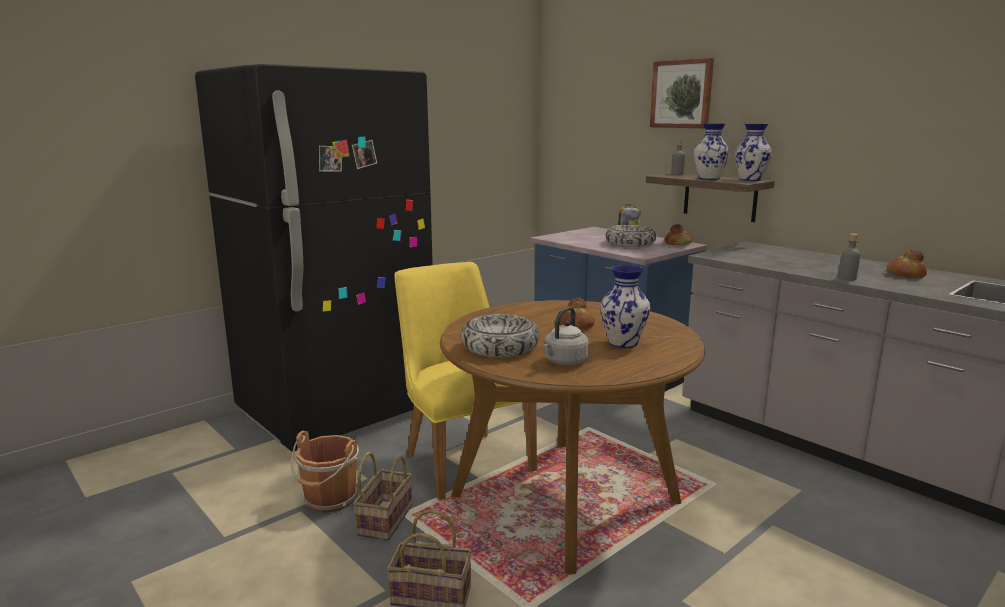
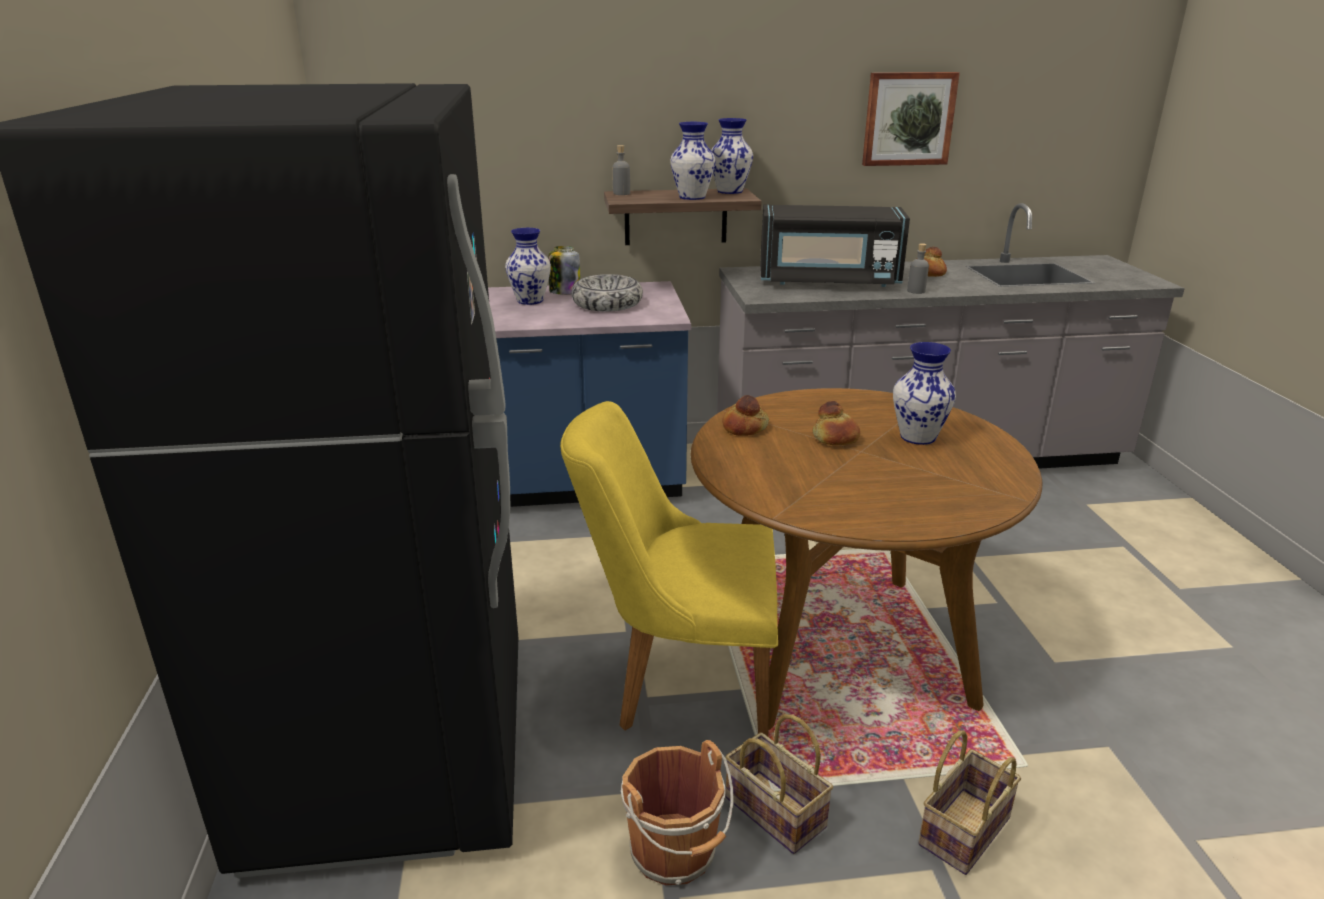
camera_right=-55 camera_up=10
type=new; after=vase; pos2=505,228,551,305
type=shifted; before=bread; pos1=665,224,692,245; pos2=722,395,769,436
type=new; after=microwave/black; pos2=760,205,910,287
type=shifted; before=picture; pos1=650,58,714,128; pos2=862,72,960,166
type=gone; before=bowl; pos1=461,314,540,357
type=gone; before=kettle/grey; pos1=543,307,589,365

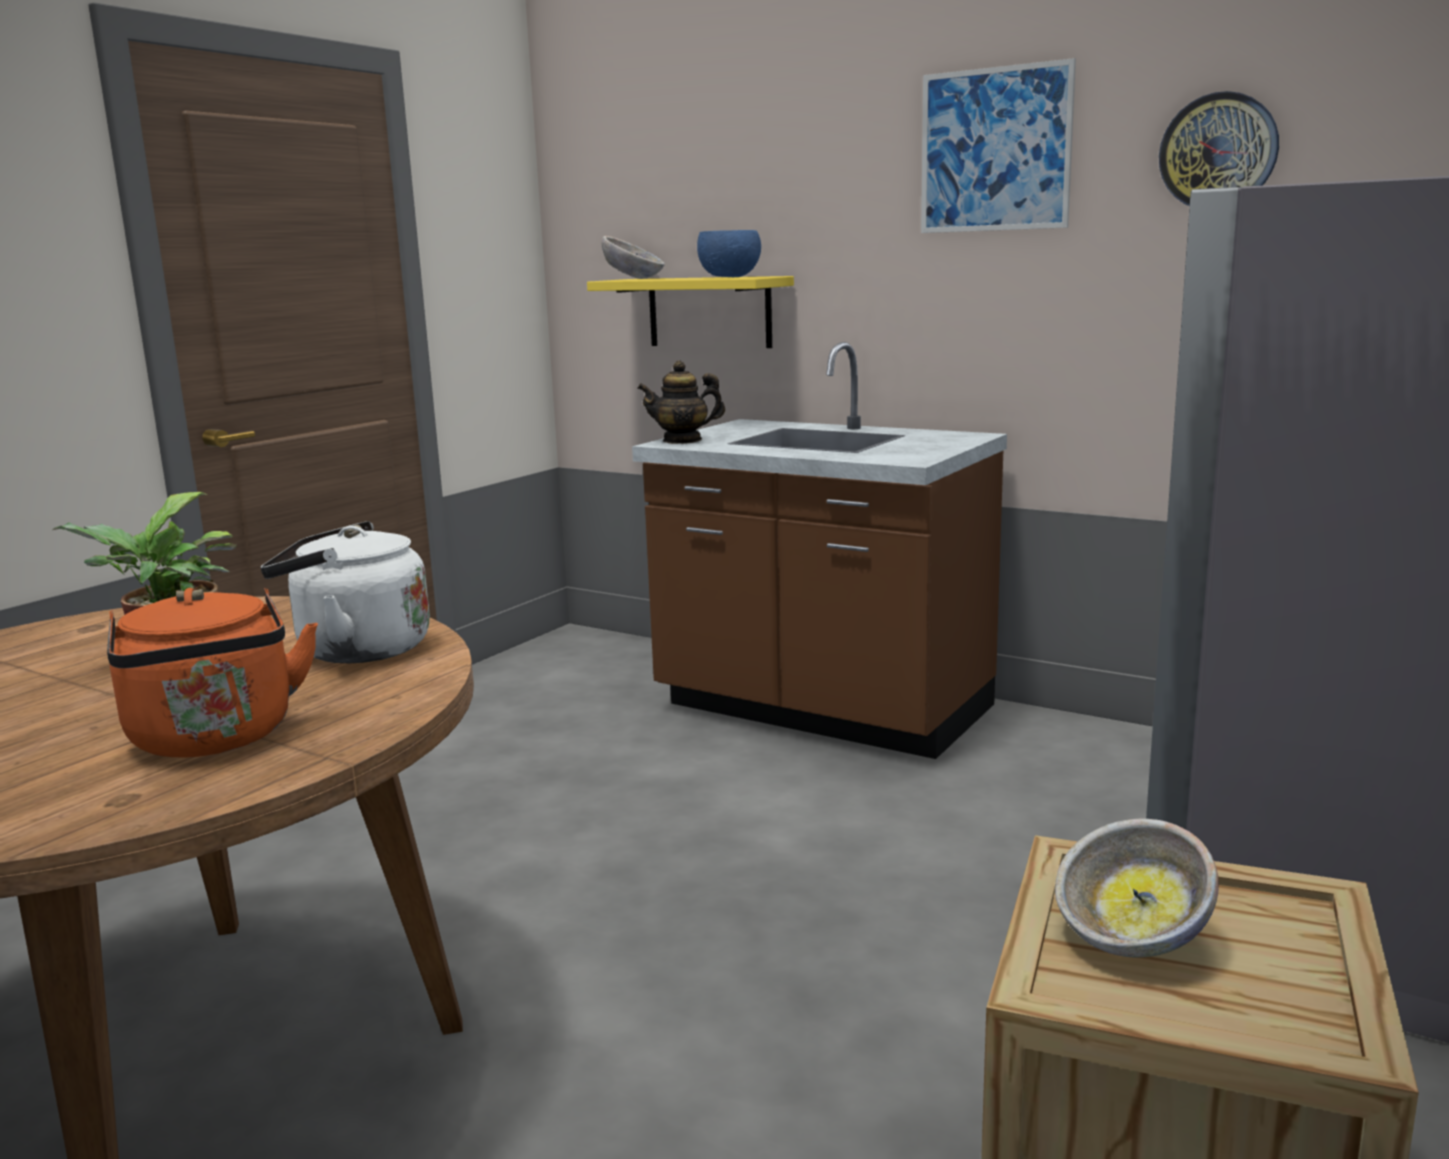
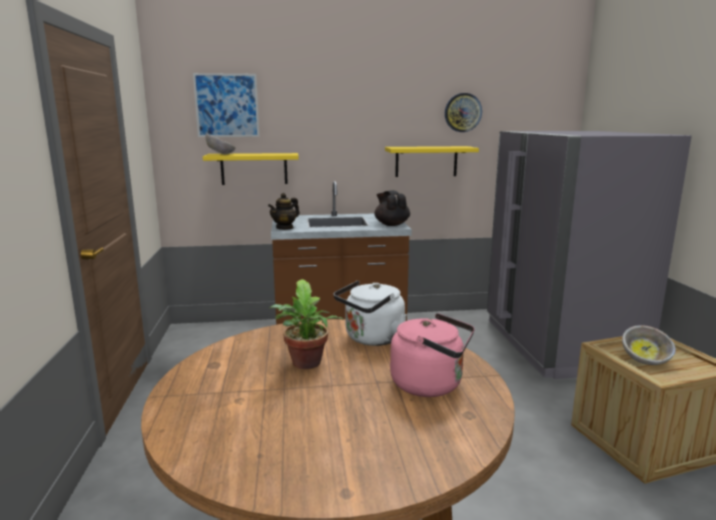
camera_right=-40 camera_up=0
type=shifted; before=picture; pos1=921,58,1076,233; pos2=193,73,259,137
type=new; after=teapot/black; pos2=375,190,410,226
type=new; after=shelf/yellow; pos2=385,146,479,177
type=repainted; before=kettle/orange; after=kettle/pink; pos1=107,588,318,758; pos2=390,313,475,397
type=gone; before=bowl/blue; pos1=697,230,761,277

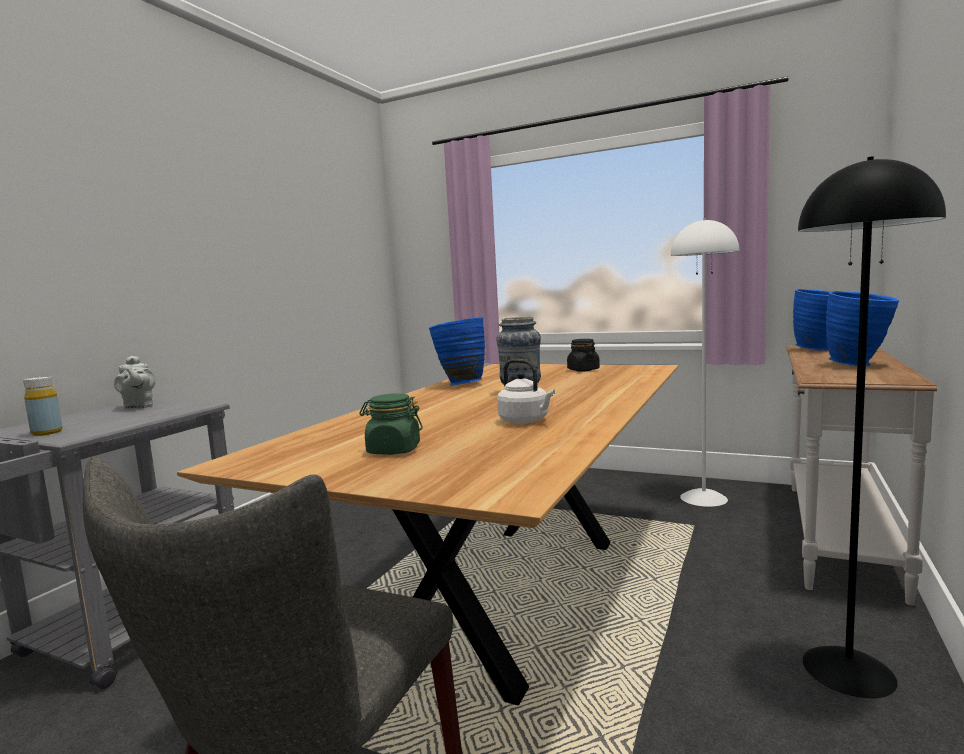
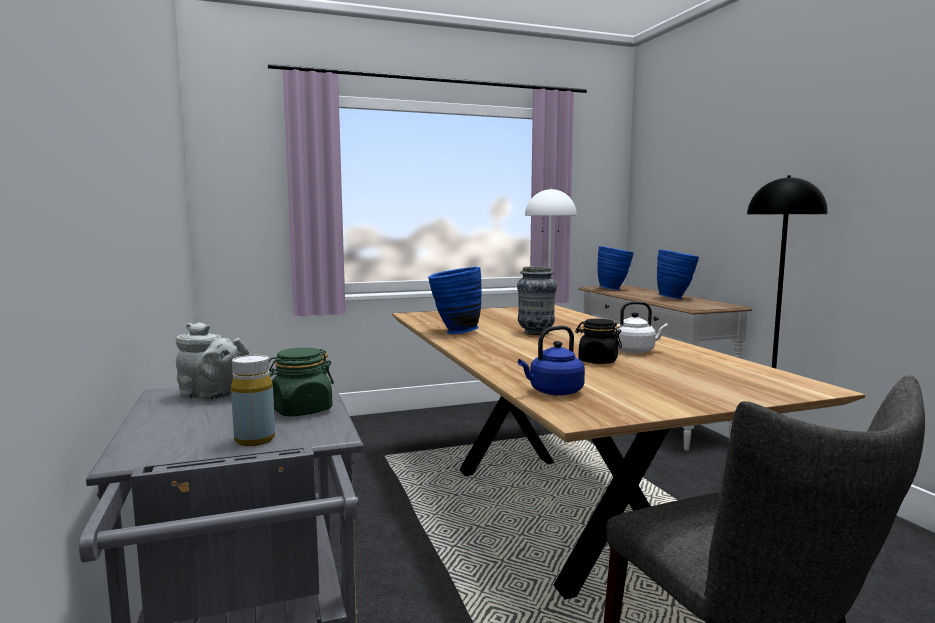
camera_right=-45 camera_up=0
type=shifted; before=jar/green; pos1=359,394,423,455; pos2=269,348,334,417
type=new; after=kettle/blue; pos2=518,326,585,396
type=shifted; before=jar/black; pos1=567,339,600,371; pos2=575,319,622,364

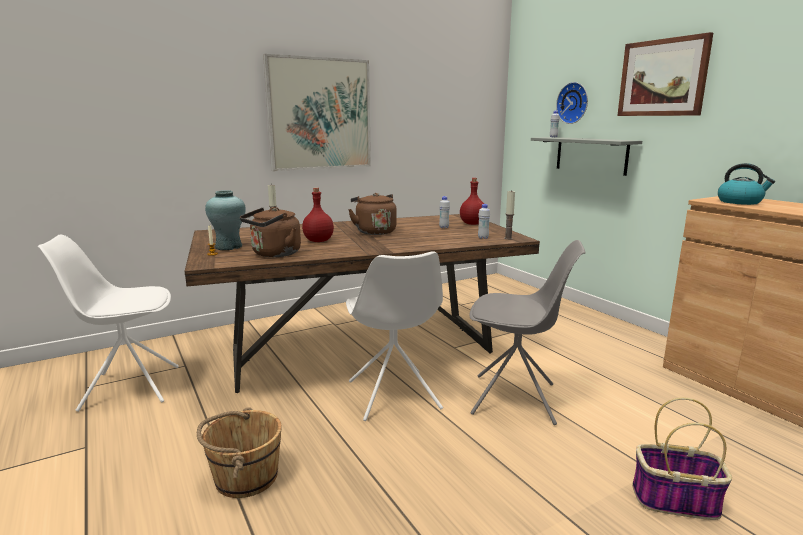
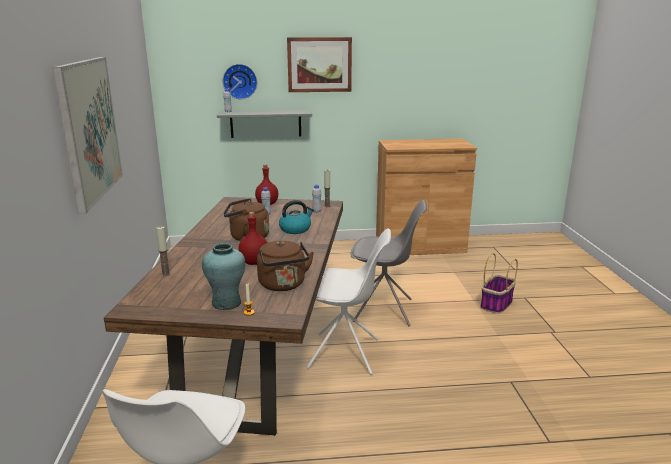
camera_right=-65 camera_up=5
type=shifted; before=kettle; pos1=718,163,775,205; pos2=279,200,314,234
type=rotated; before=chair/grey; pos1=469,240,586,425; pos2=350,200,427,326; turn=60
type=gone; before=bucket/brown; pos1=197,407,282,498

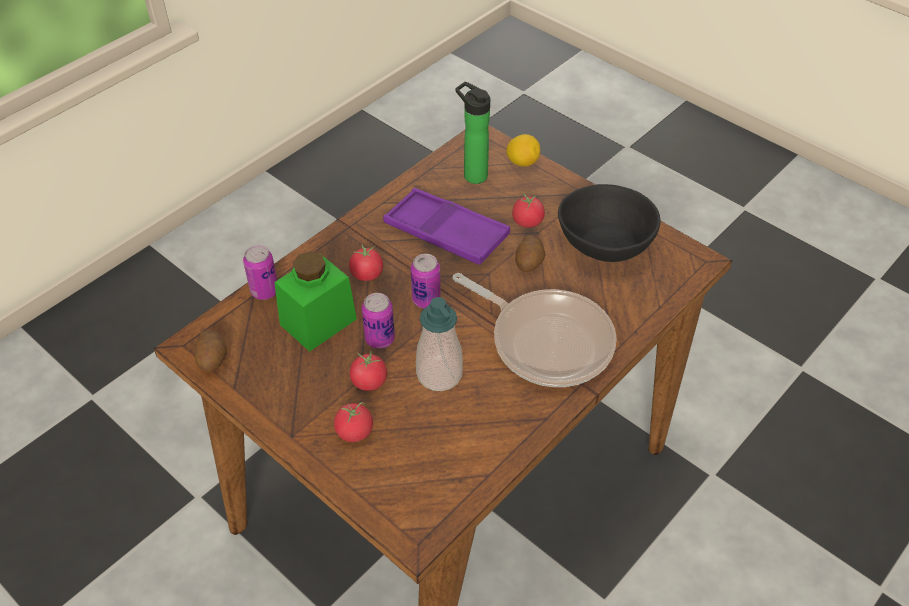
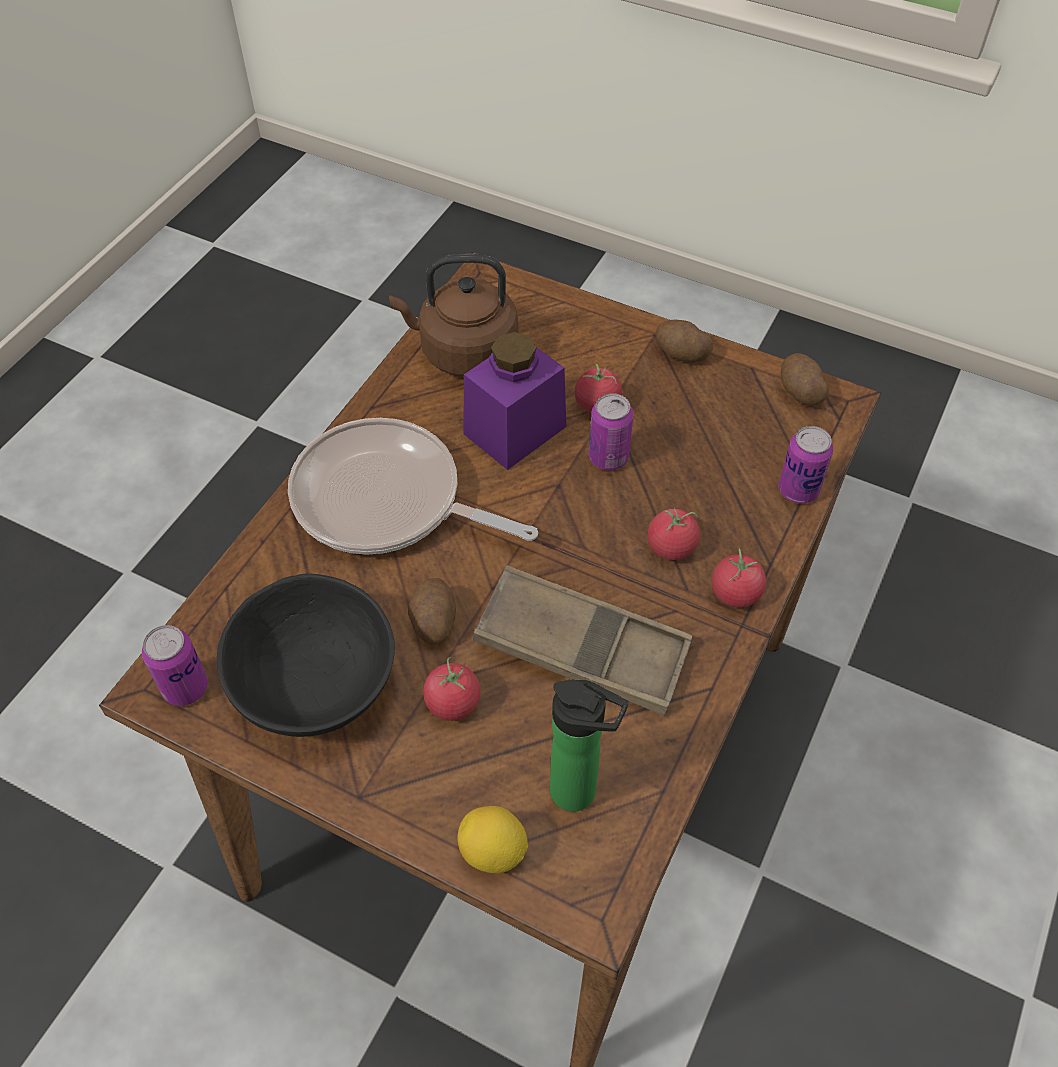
camera_right=165 camera_up=5
type=shifted; before=can; pos1=411,254,441,308; pos2=142,625,208,706
type=new; after=kettle/brown; pos2=389,254,518,377
type=swapped; before=soap dispenser; after=jar/purple; pos1=416,297,463,391; pos2=463,332,566,470
type=repainted; before=tray/purple; after=tray/brown; pos1=383,188,510,265; pos2=473,565,693,716
type=new; after=potato; pos2=655,320,713,362
type=shifted; before=tomato; pos1=334,402,373,442; pos2=712,548,766,607
type=gone; before=jar/green; pos1=274,252,357,352

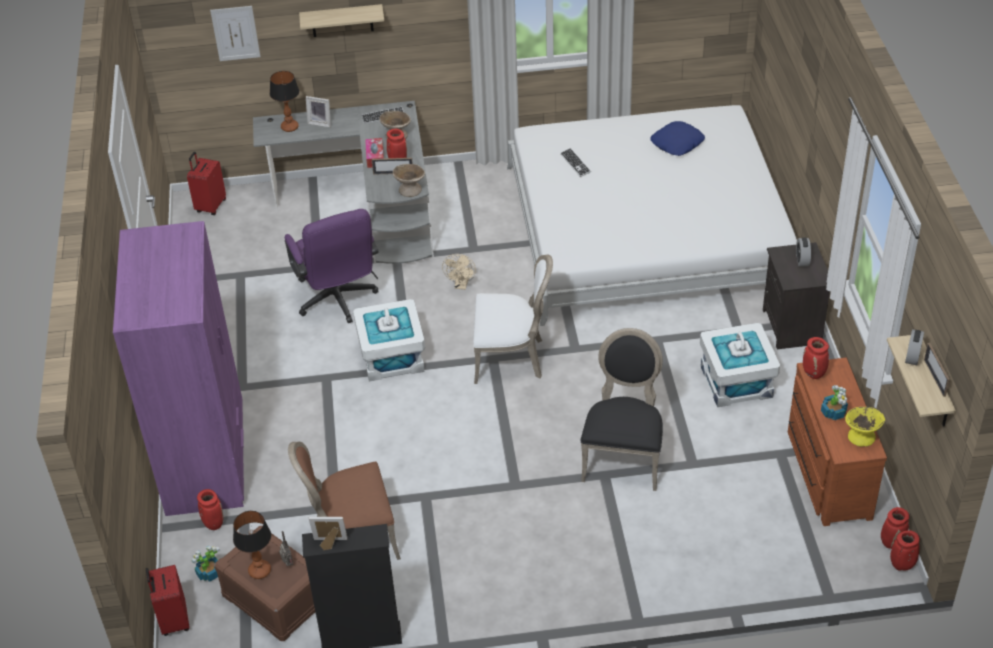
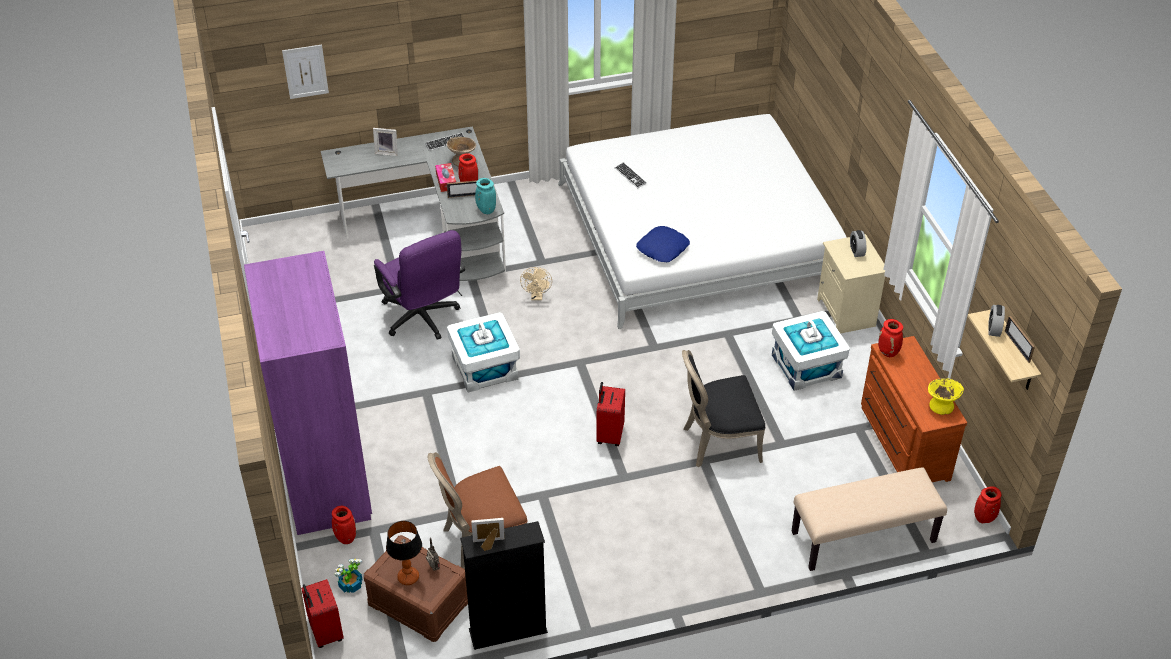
camera_right=-10 camera_up=0
type=swapped; before=bowl/beige; after=vase/turquoise; pos1=393,164,425,197; pos2=475,178,496,214
type=shifted; before=suitcase/red; pos1=187,152,226,215; pos2=596,382,625,446
type=shifted; before=pillow/blue; pos1=650,121,705,156; pos2=636,226,690,263
type=rotated; before=chair/black; pos1=581,328,663,491; pos2=682,350,765,468; turn=-105
type=new; after=bench/beige; pos2=792,467,947,571
type=repainted; before=nightstand/black; after=nightstand/beige; pos1=763,242,830,349; pos2=817,234,885,334
type=gone; before=table lamp; pos1=270,71,299,132
type=gone; before=shelf; pos1=299,4,384,37
type=gone; before=chair/white; pos1=473,254,553,384
type=gone; before=potted plant; pos1=821,385,848,420
type=gone; before=vase/red; pos1=881,507,909,549

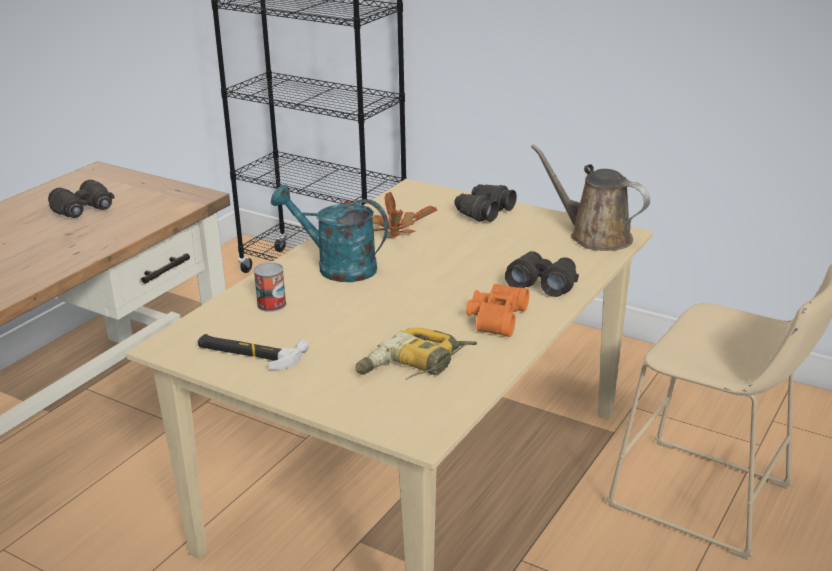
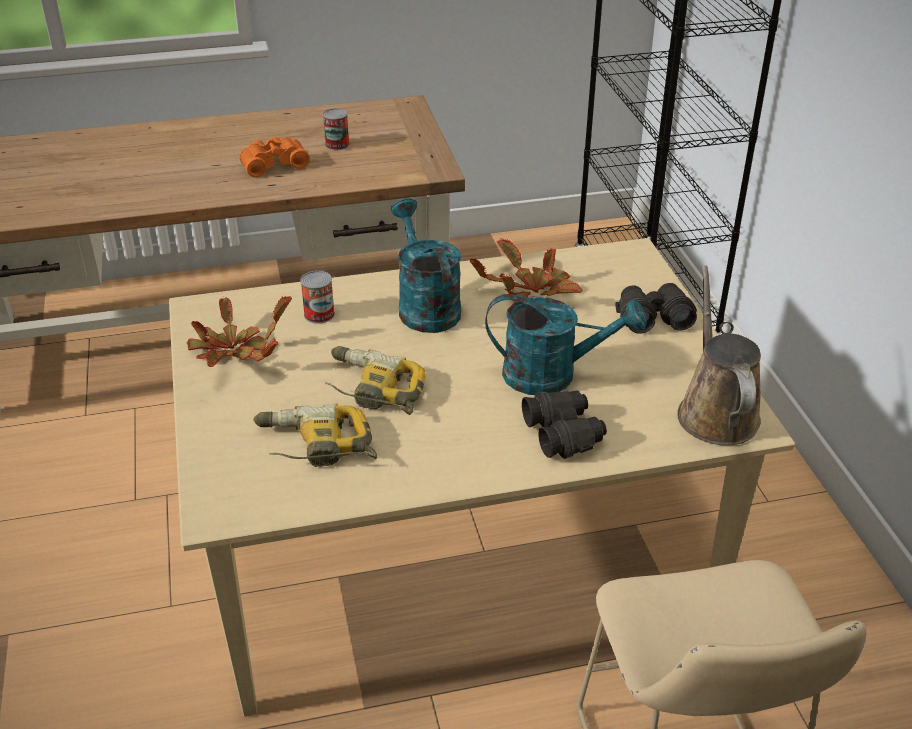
camera_right=45 camera_up=10
type=swapped; before=hammer; after=potted plant; pos1=198,334,309,370; pos2=187,296,292,367
type=shifted; before=binoculars/orange; pos1=466,284,529,337; pos2=239,137,310,178
type=swapped; before=binoculars/black; after=can; pos1=48,180,114,218; pos2=323,108,350,150
type=new; after=power drill; pos2=325,346,426,415
type=new; after=watering can/turquoise; pos2=485,294,647,395

